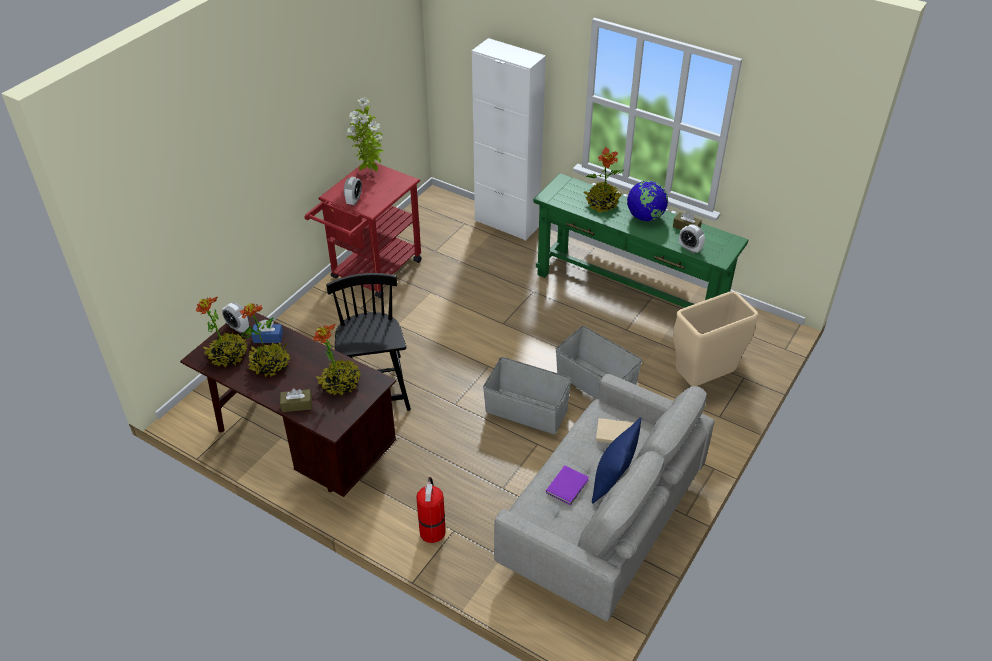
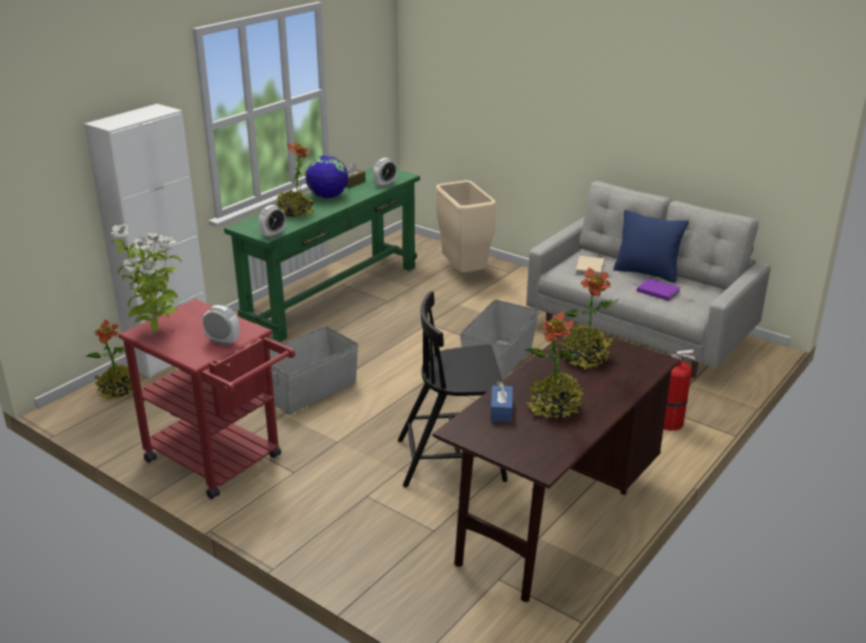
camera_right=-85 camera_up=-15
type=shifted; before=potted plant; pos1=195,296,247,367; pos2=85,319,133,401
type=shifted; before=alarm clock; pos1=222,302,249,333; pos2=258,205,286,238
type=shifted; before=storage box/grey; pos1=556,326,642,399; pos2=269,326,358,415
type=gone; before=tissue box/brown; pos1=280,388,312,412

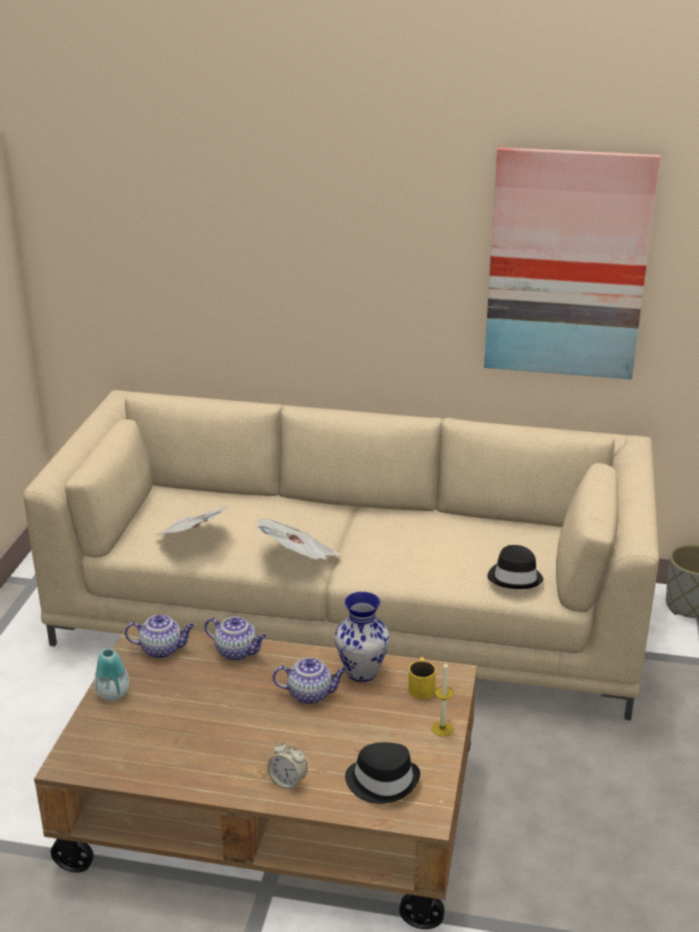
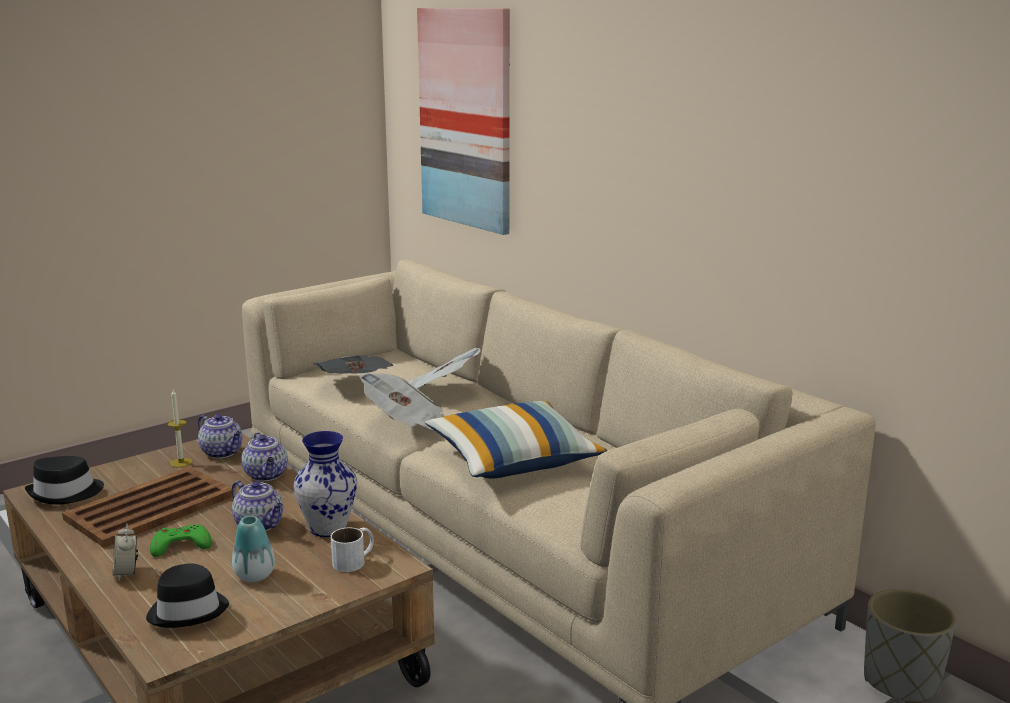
camera_right=40 camera_up=-10
type=shifted; before=hat/black; pos1=487,545,543,589; pos2=25,456,104,505
type=new; after=tray/brown; pos2=62,467,233,548
type=new; after=game controller/green; pos2=150,524,212,557
type=shifted; before=candle; pos1=431,662,454,737; pos2=167,389,192,468
type=shifted; before=vase; pos1=94,649,129,701; pos2=232,516,275,582
type=repainted; before=mug/yellow; after=mug/white; pos1=408,657,436,699; pos2=331,527,374,572
type=new; after=newspaper; pos2=408,348,481,388
type=shifted; before=picture; pos1=484,147,660,380; pos2=417,8,510,235
type=new; after=pillow; pos2=425,401,607,478

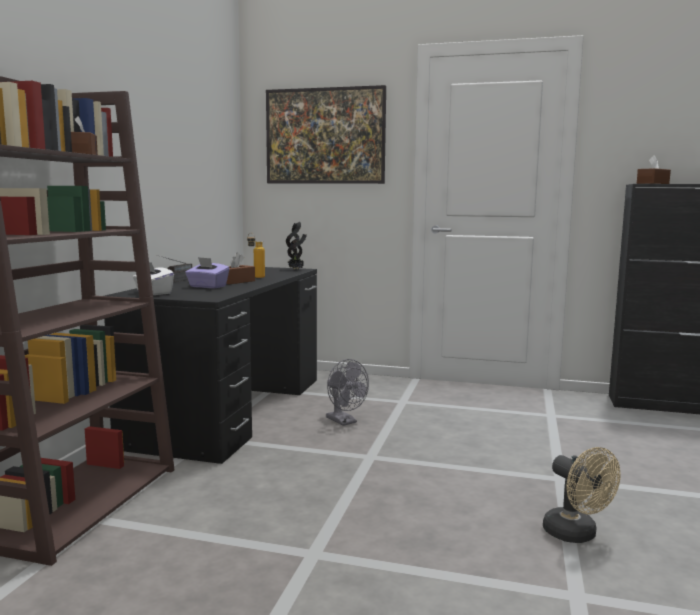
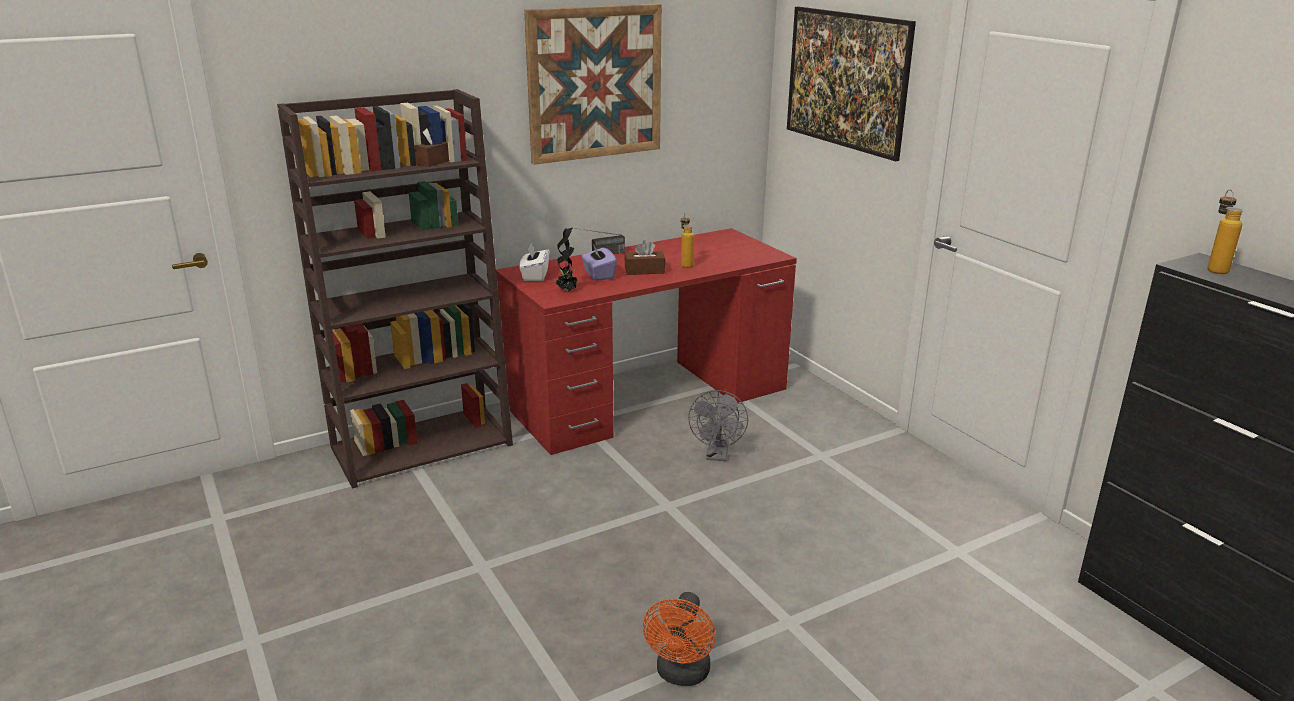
camera_right=45 camera_up=15
type=repainted; before=desk/black; after=desk/red; pos1=104,267,317,464; pos2=496,228,797,455
type=new; after=picture; pos2=524,4,662,165
type=shifted; before=potted plant; pos1=286,222,307,269; pos2=555,227,580,291
type=repainted; before=fan/beige; after=fan/orange; pos1=543,447,620,543; pos2=643,592,716,686
type=swapped; before=tissue box/brown; after=bottle; pos1=637,155,671,184; pos2=1207,189,1244,274

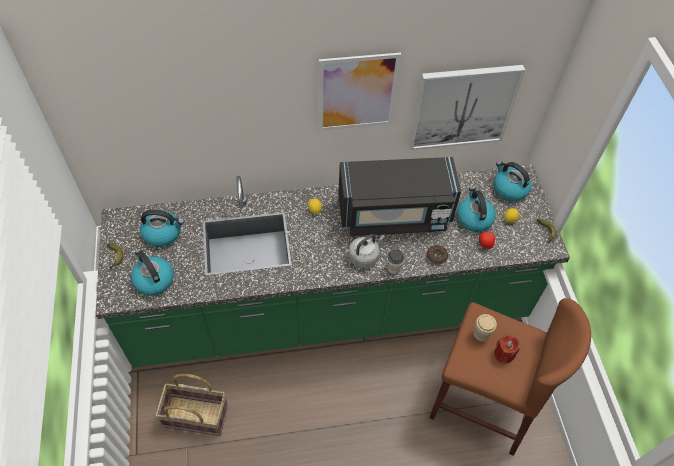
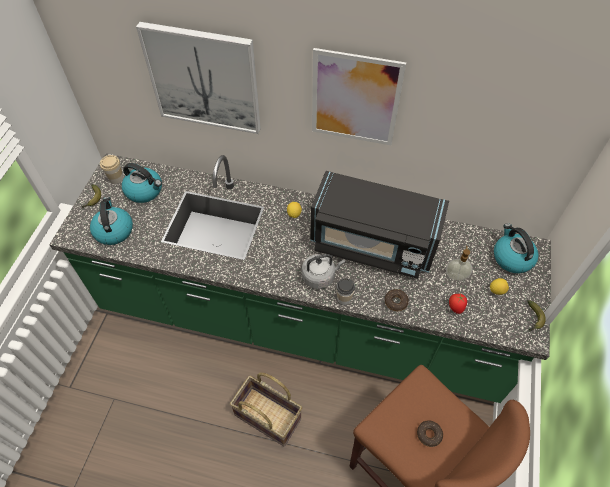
camera_right=25 camera_up=0
type=shifted; before=cup; pos1=474,314,497,341; pos2=100,155,123,184
type=shifted; before=picture; pos1=410,65,525,150; pos2=136,22,261,134
type=shifted; before=basket; pos1=155,374,228,436; pos2=230,373,302,446
type=swapped; before=candle/red; after=donut; pos1=494,335,520,364; pos2=417,421,443,447
type=swapped; before=kettle; after=soap dispenser; pos1=457,187,496,232; pos2=446,246,473,281

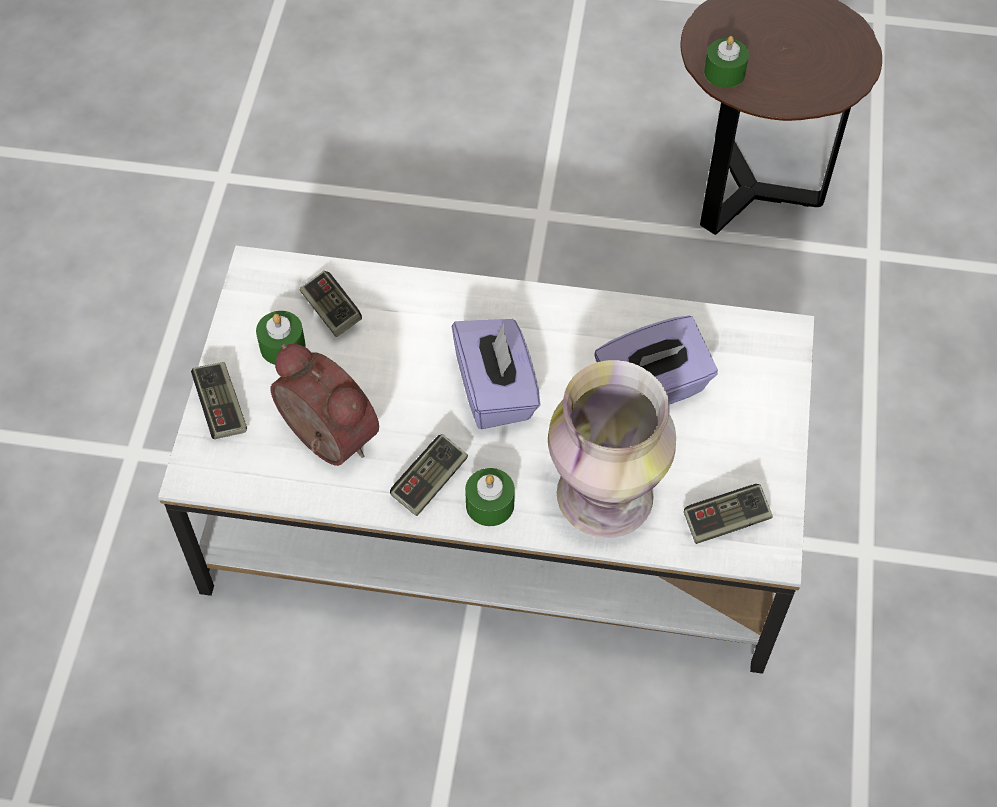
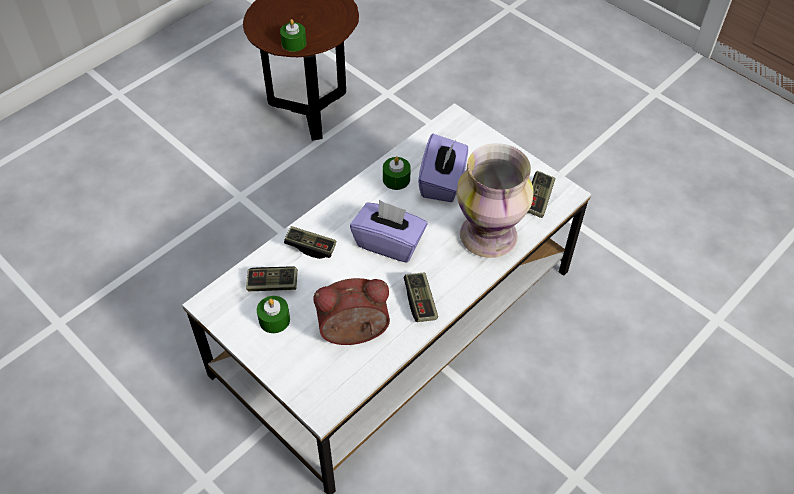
camera_right=-55 camera_up=-5
type=shifted; before=game controller; pos1=191,362,247,439; pos2=284,226,336,259
type=shifted; before=candle/green; pos1=465,468,515,526; pos2=383,156,411,190

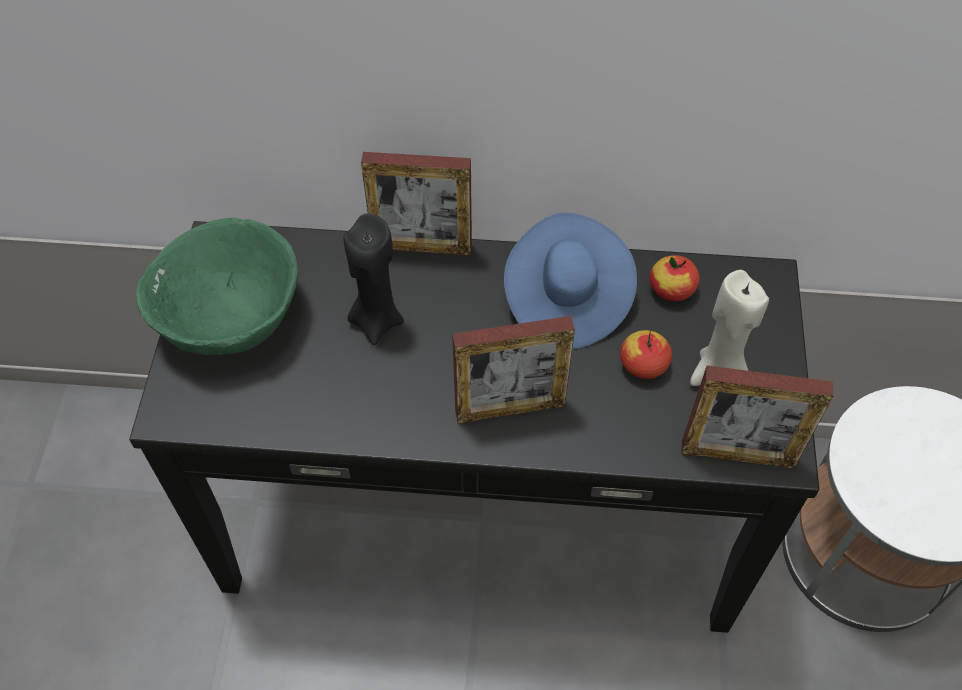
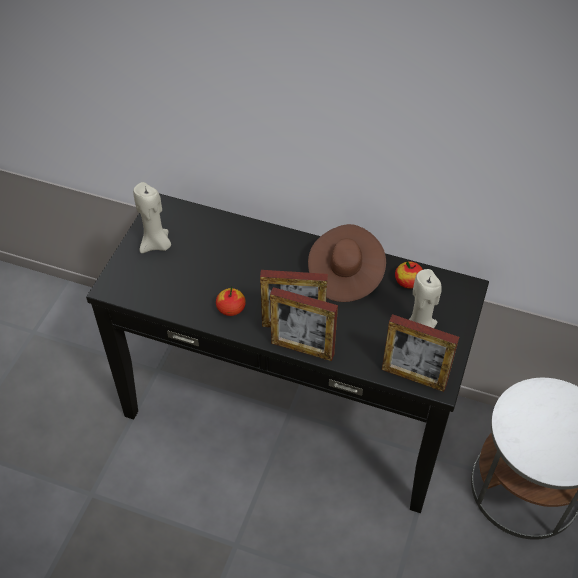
camera_right=15 camera_up=-5
type=swapped; before=bowl/green; after=candle/beige; pos1=135,218,298,355; pos2=133,182,171,253
type=shifted; before=apple; pos1=620,329,672,379; pos2=216,286,246,316
type=shifted; before=picture frame; pos1=361,152,472,255; pos2=270,287,338,361
type=repainted; before=hat/blue; after=hat/brown; pos1=504,212,637,349; pos2=308,224,386,302
type=gone; before=candle/black; pos1=343,213,404,346

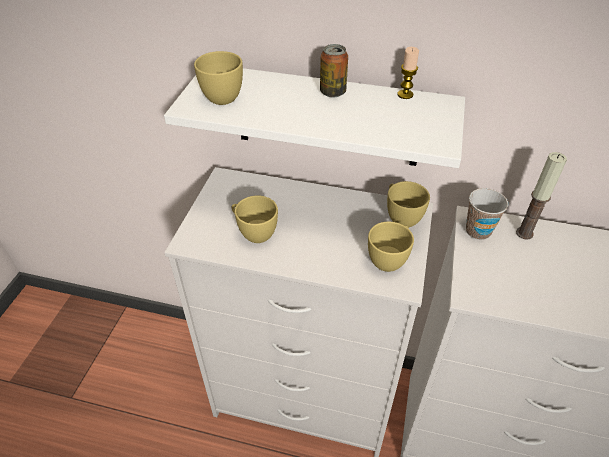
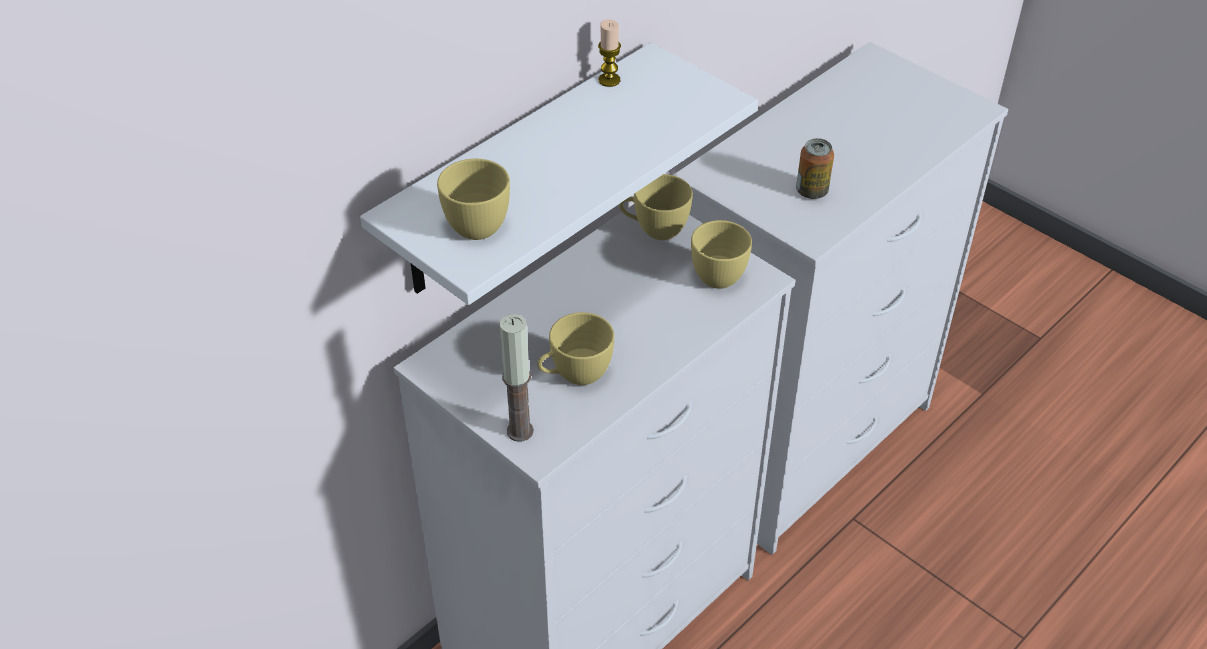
camera_right=-60 camera_up=0
type=shifted; before=candle; pos1=516,152,567,240; pos2=500,314,534,442
type=shifted; before=can; pos1=320,44,348,98; pos2=796,138,834,199
type=gone; before=cup; pos1=466,188,508,240

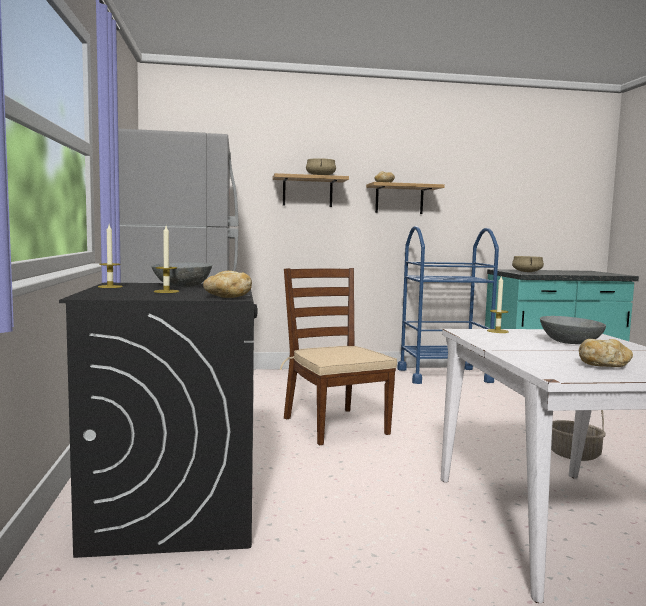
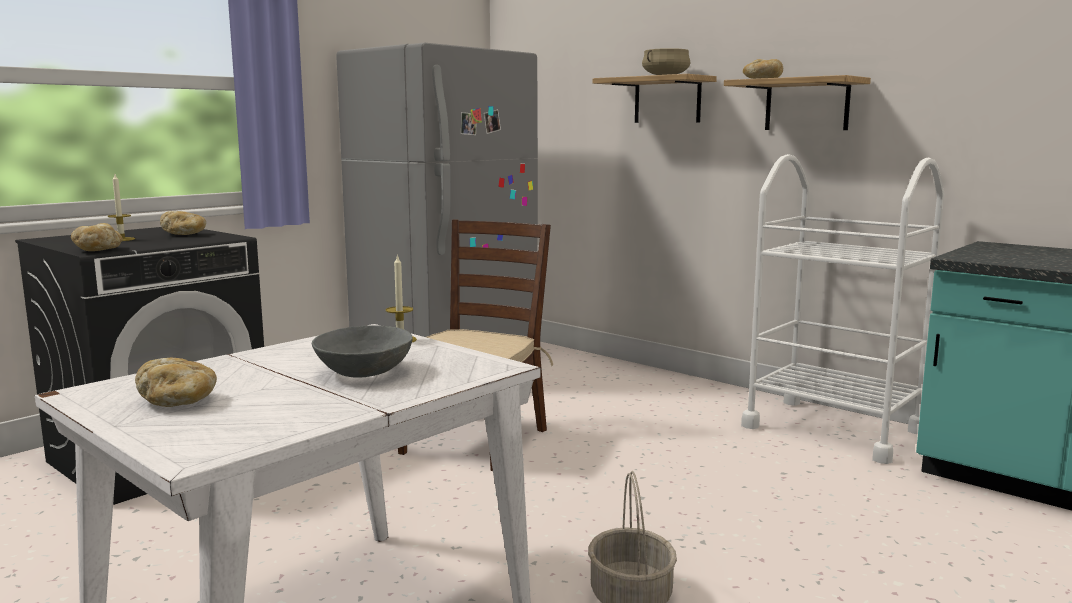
camera_right=50 camera_up=5
type=swapped; before=bowl/grey; after=bread; pos1=151,262,212,287; pos2=160,211,206,235
type=repainted; before=cart/blue; after=cart/white; pos1=397,226,499,384; pos2=741,154,945,464
type=gone; before=candle; pos1=98,225,123,288
type=gone; before=cooking pot/beige; pos1=512,256,544,272

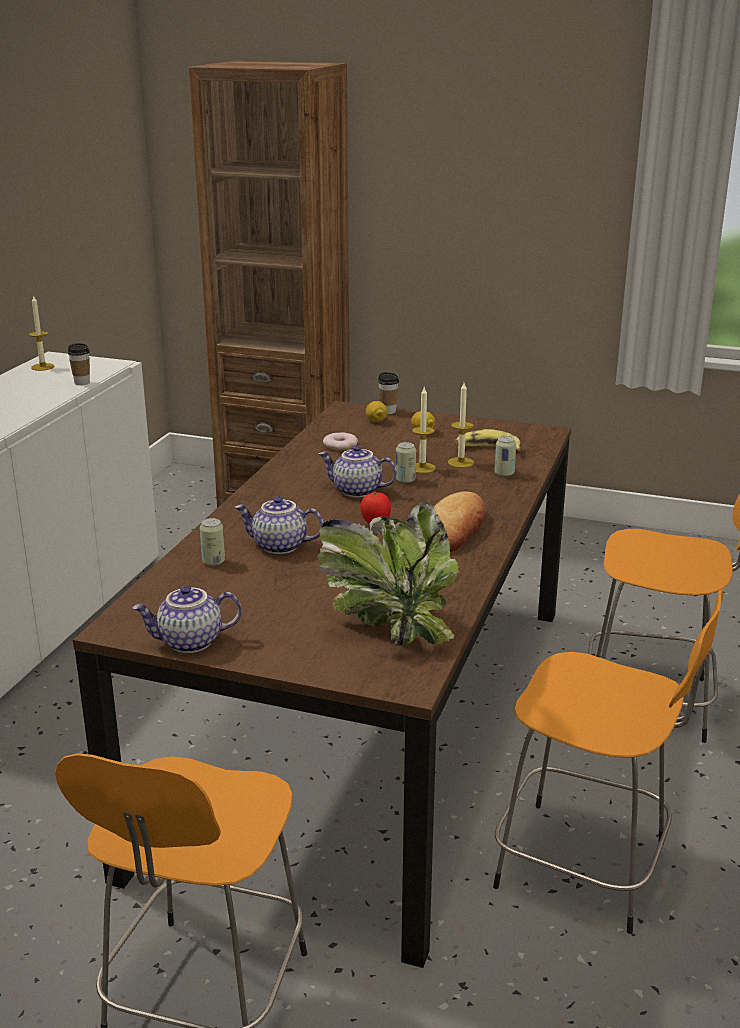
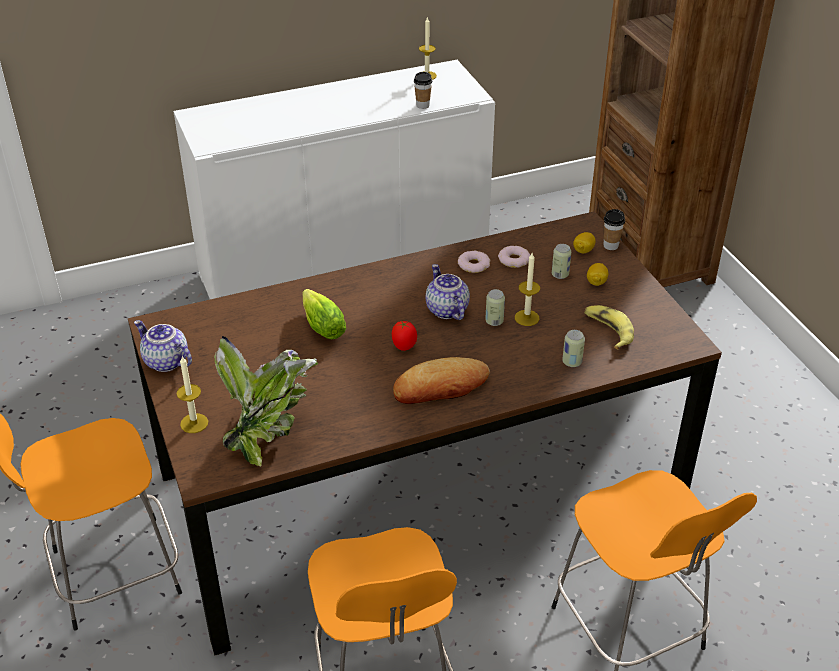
camera_right=50 camera_up=15
type=shifted; before=candle; pos1=448,383,474,468; pos2=177,356,208,433
type=swapped; before=teapot; after=lettuce; pos1=235,496,324,554; pos2=302,289,346,339
type=new; after=donut; pos2=458,251,490,273
type=shifted; before=can; pos1=200,518,225,566; pos2=552,244,571,279

